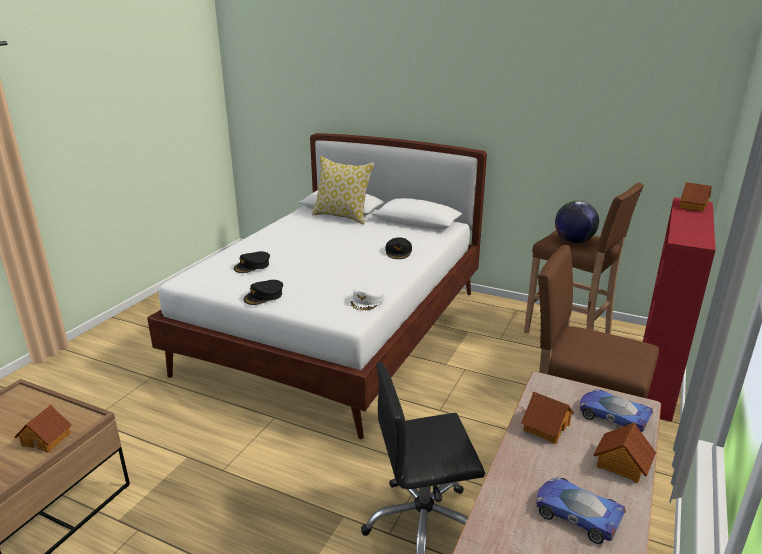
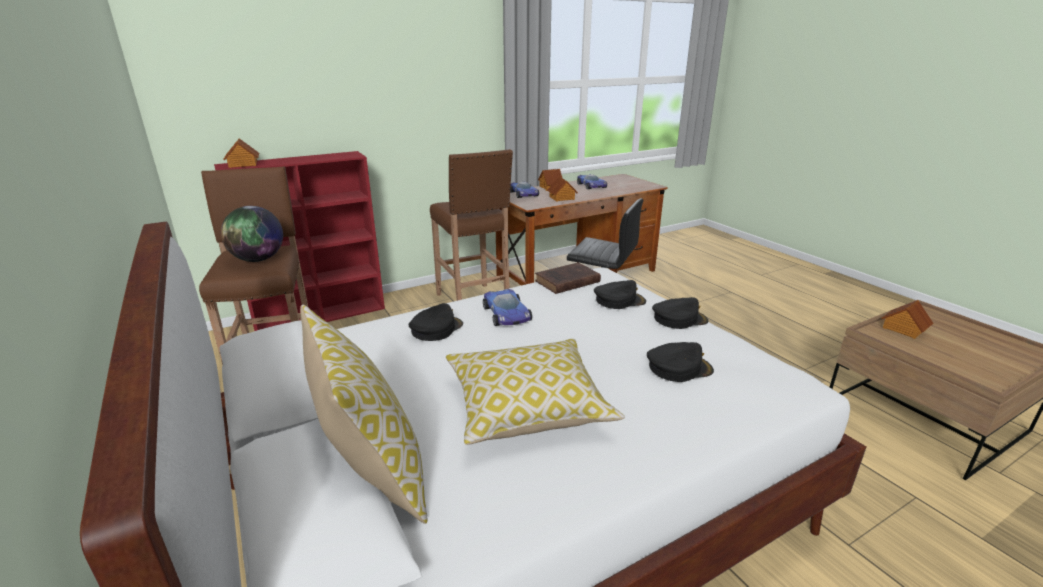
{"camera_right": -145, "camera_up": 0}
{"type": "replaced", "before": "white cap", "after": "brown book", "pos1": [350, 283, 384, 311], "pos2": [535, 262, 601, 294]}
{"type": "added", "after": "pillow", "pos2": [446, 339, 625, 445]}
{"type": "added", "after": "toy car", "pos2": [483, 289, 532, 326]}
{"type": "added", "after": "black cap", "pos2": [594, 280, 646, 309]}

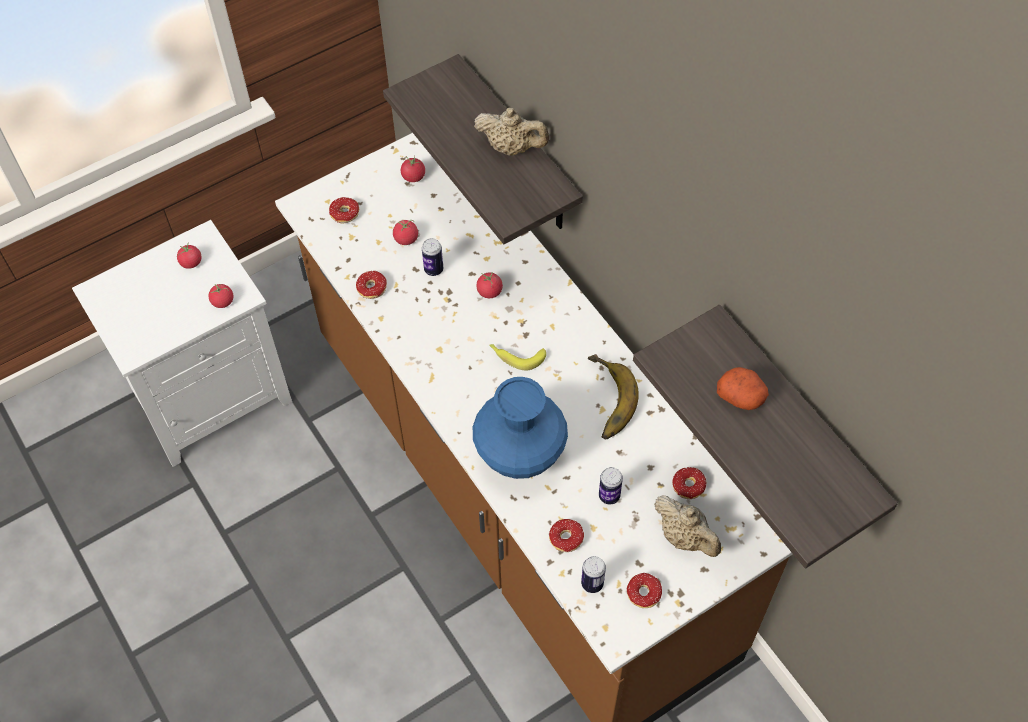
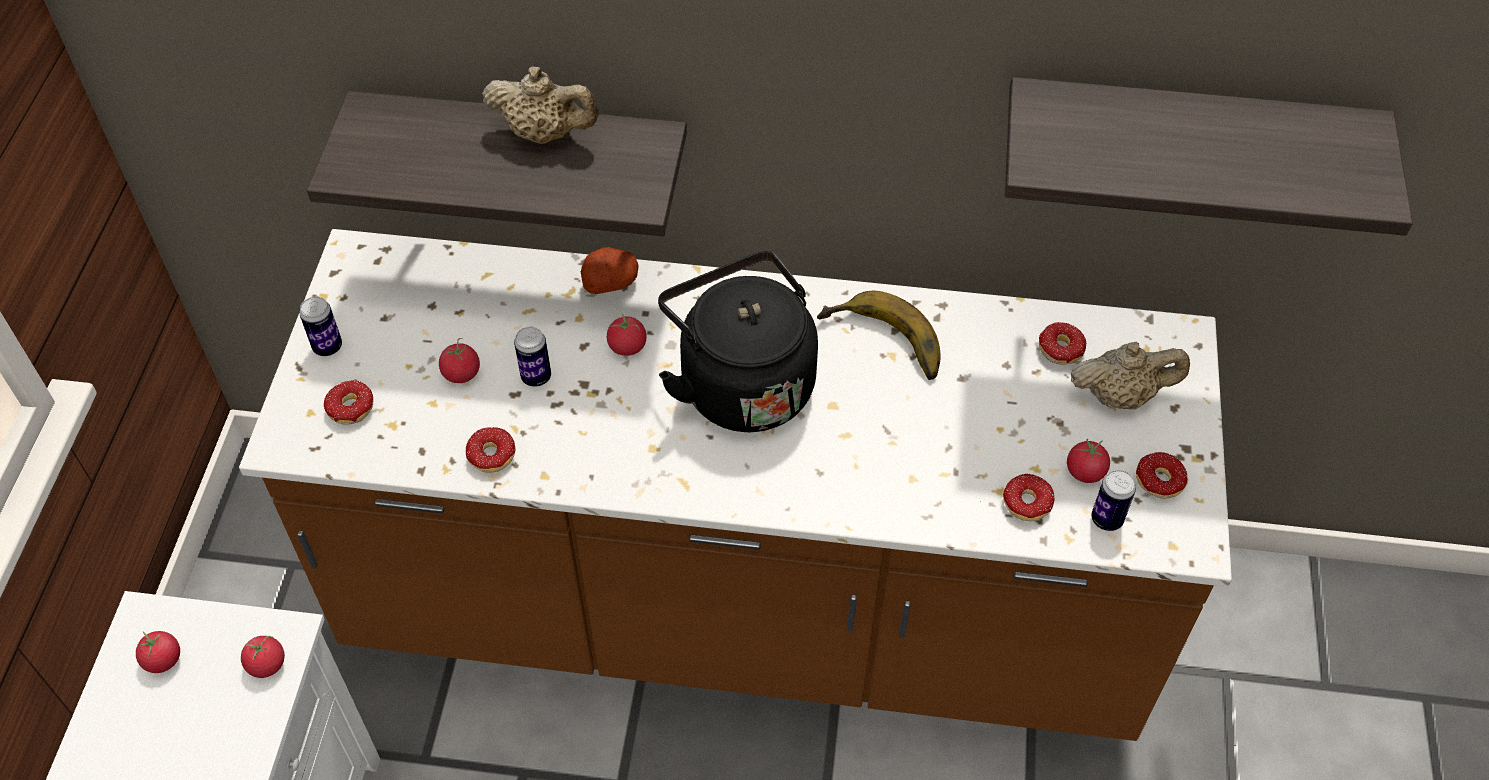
{"camera_right": -50, "camera_up": -5}
{"type": "moved", "before": "tomato", "pos1": [401, 156, 425, 182], "pos2": [1067, 439, 1110, 483]}
{"type": "removed", "before": "blue vase", "pos1": [473, 377, 568, 479]}
{"type": "turned", "before": "beige teapot", "pos1": [474, 108, 549, 156], "pos2": [482, 67, 599, 144], "turn": 45}
{"type": "replaced", "before": "banana", "after": "black kettle", "pos1": [489, 344, 546, 370], "pos2": [658, 251, 818, 432]}
{"type": "moved", "before": "can", "pos1": [599, 467, 623, 505], "pos2": [300, 297, 342, 356]}
{"type": "moved", "before": "potato", "pos1": [717, 367, 769, 410], "pos2": [581, 247, 639, 294]}

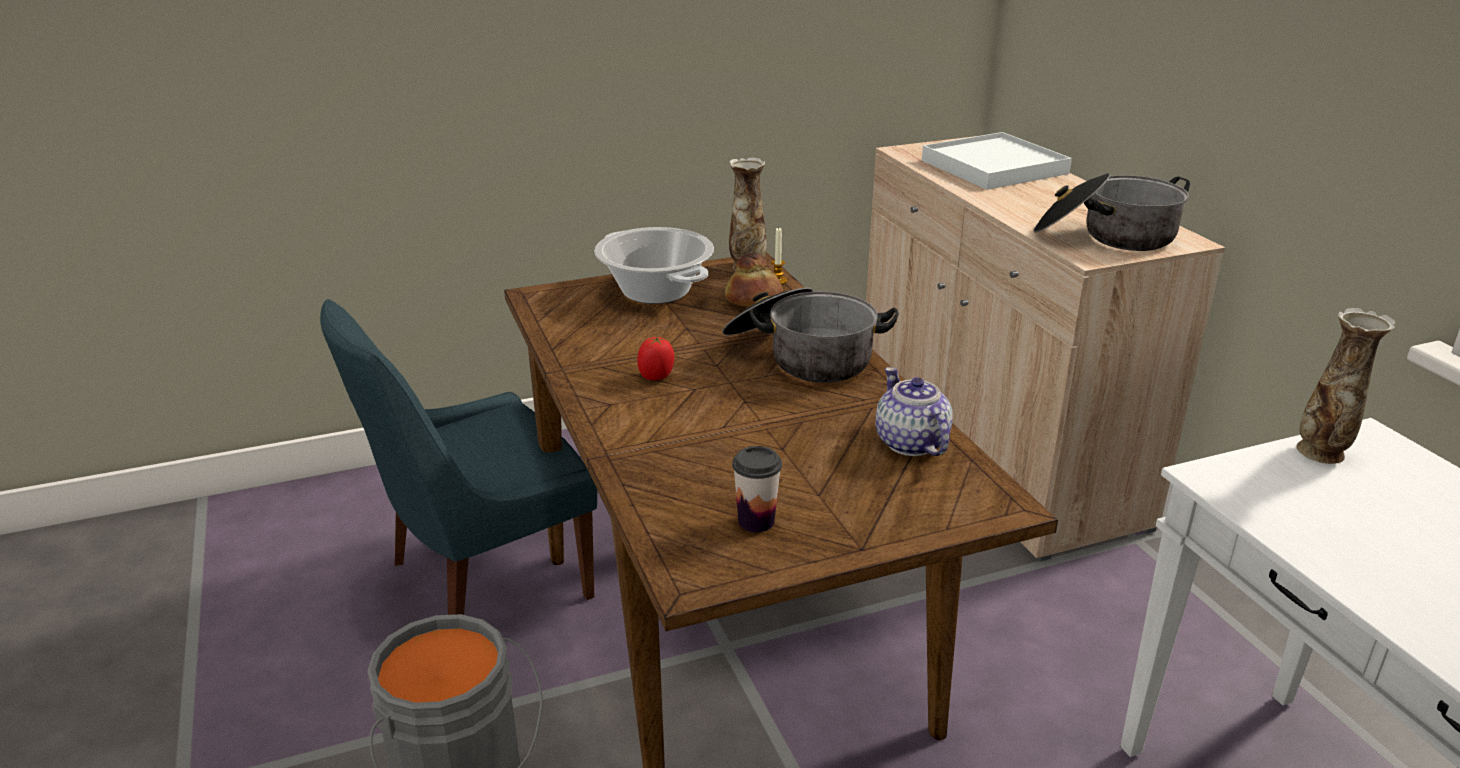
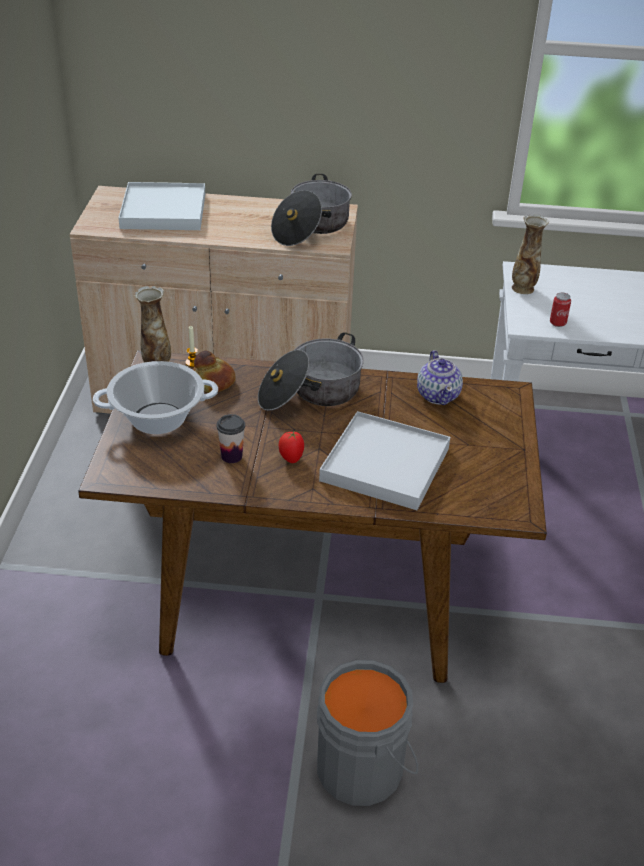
{"camera_right": -65, "camera_up": 10}
{"type": "removed", "before": "blue chair", "pos1": [320, 299, 597, 615]}
{"type": "moved", "before": "cup", "pos1": [732, 446, 782, 532], "pos2": [217, 414, 245, 463]}
{"type": "turned", "before": "teapot", "pos1": [875, 367, 953, 456], "pos2": [417, 350, 463, 405], "turn": -105}
{"type": "added", "after": "white tray", "pos2": [319, 411, 450, 510]}
{"type": "added", "after": "can", "pos2": [550, 293, 571, 327]}

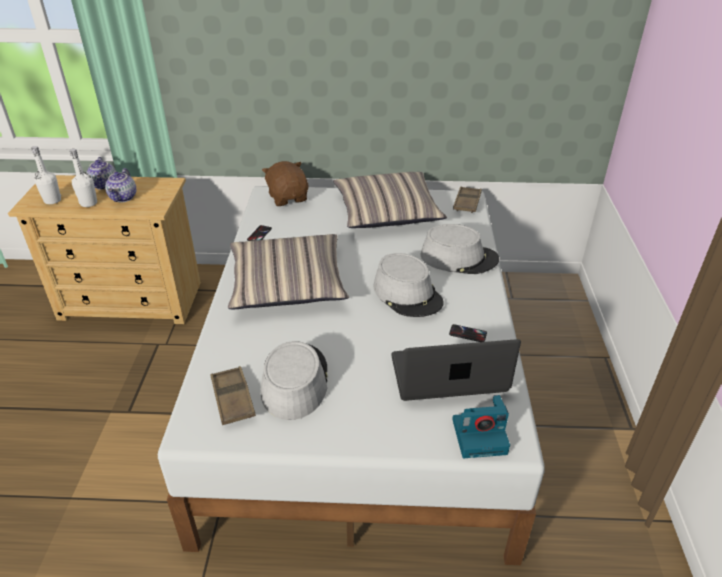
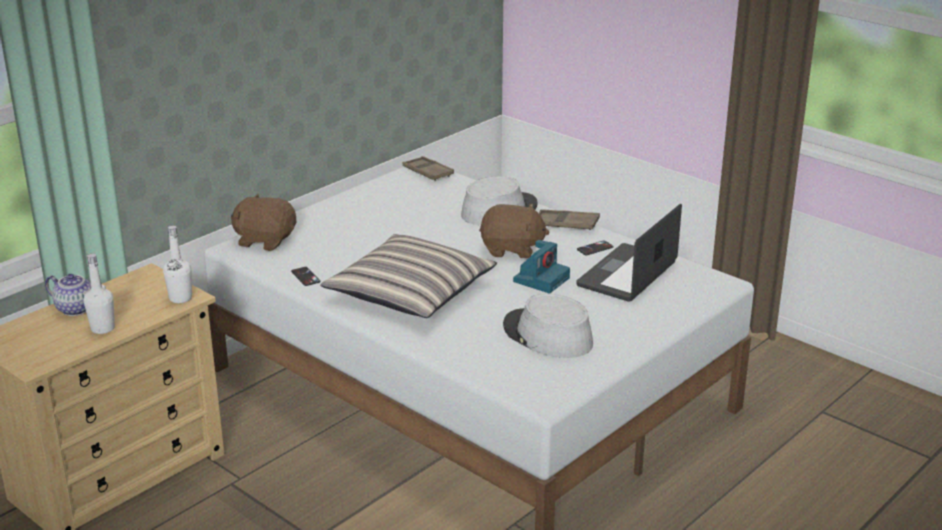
{"camera_right": -50, "camera_up": -10}
{"type": "moved", "before": "white bottle", "pos1": [31, 146, 61, 204], "pos2": [163, 226, 192, 303]}
{"type": "removed", "before": "teapot", "pos1": [105, 168, 136, 202]}
{"type": "moved", "before": "brown tray", "pos1": [210, 366, 256, 425], "pos2": [539, 209, 600, 230]}
{"type": "removed", "before": "pillow", "pos1": [333, 172, 447, 228]}
{"type": "replaced", "before": "grey hat", "after": "brown plush toy", "pos1": [374, 253, 444, 317], "pos2": [479, 204, 550, 258]}
{"type": "moved", "before": "photo camera", "pos1": [452, 395, 510, 458], "pos2": [513, 240, 570, 293]}

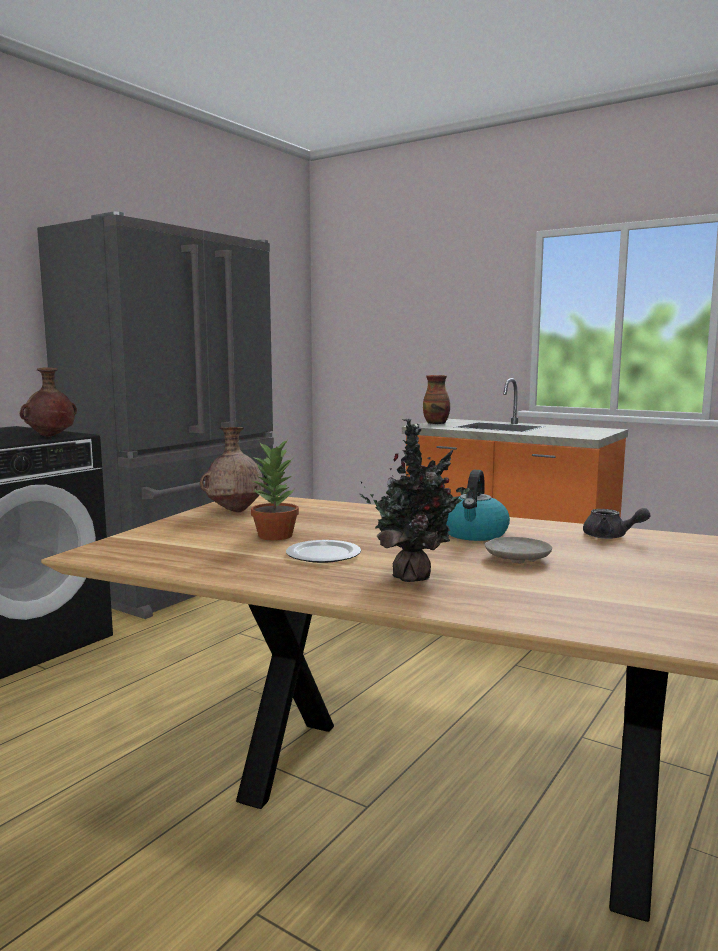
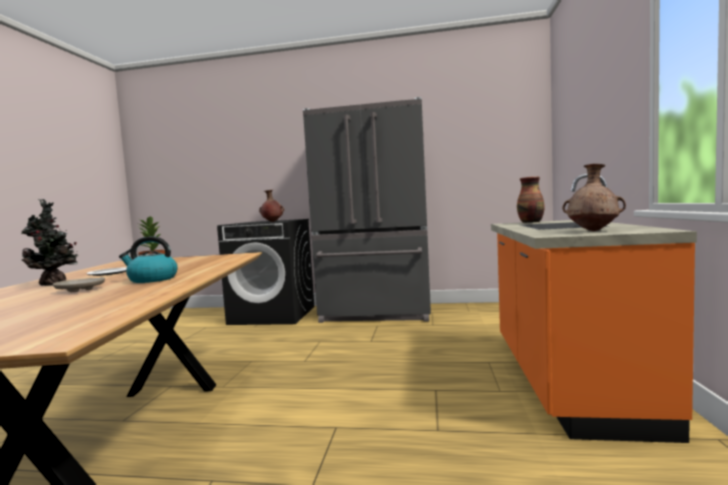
{"camera_right": 65, "camera_up": -5}
{"type": "moved", "before": "brown vase", "pos1": [200, 427, 268, 512], "pos2": [562, 164, 626, 231]}
{"type": "removed", "before": "grey teapot", "pos1": [583, 508, 650, 539]}

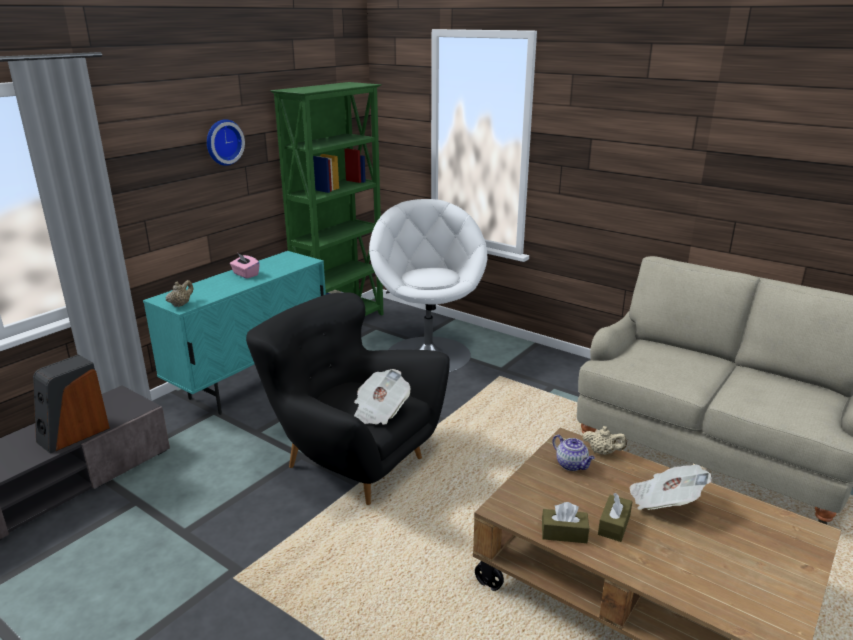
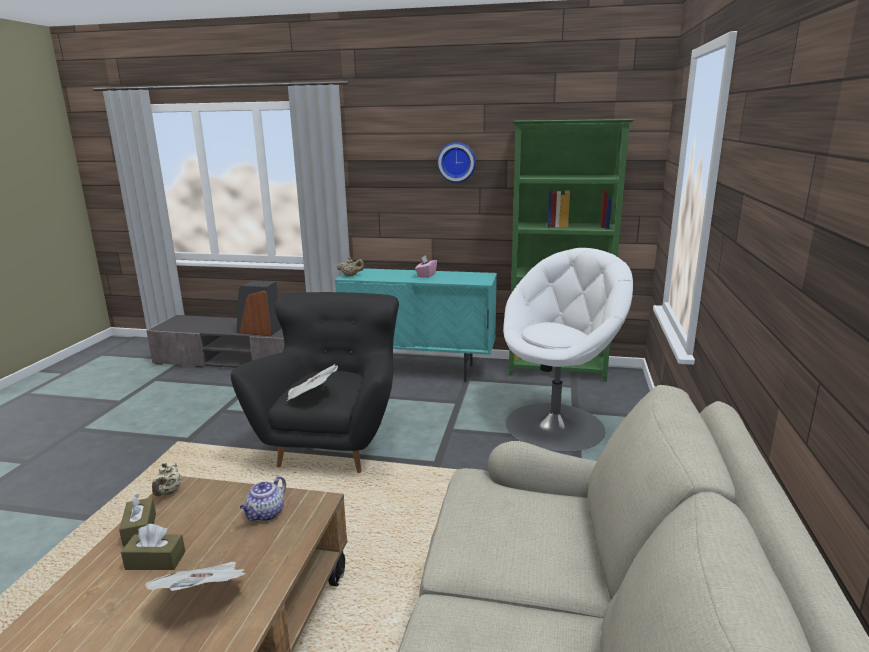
{"camera_right": 65, "camera_up": -5}
{"type": "moved", "before": "beige teapot", "pos1": [583, 426, 627, 455], "pos2": [152, 462, 181, 496]}

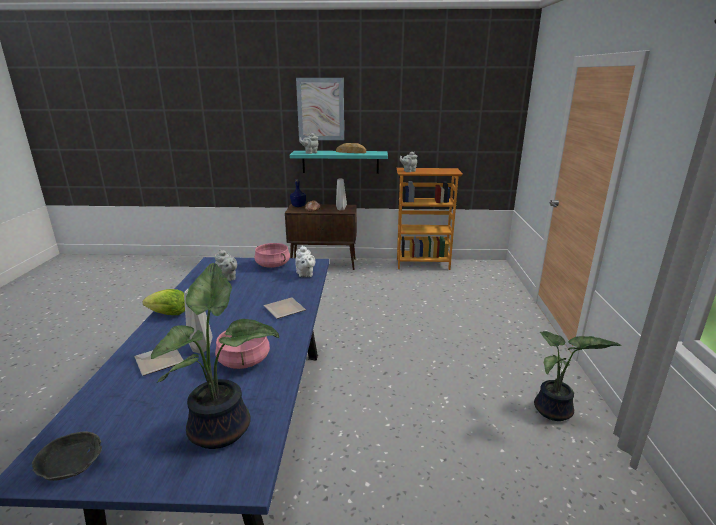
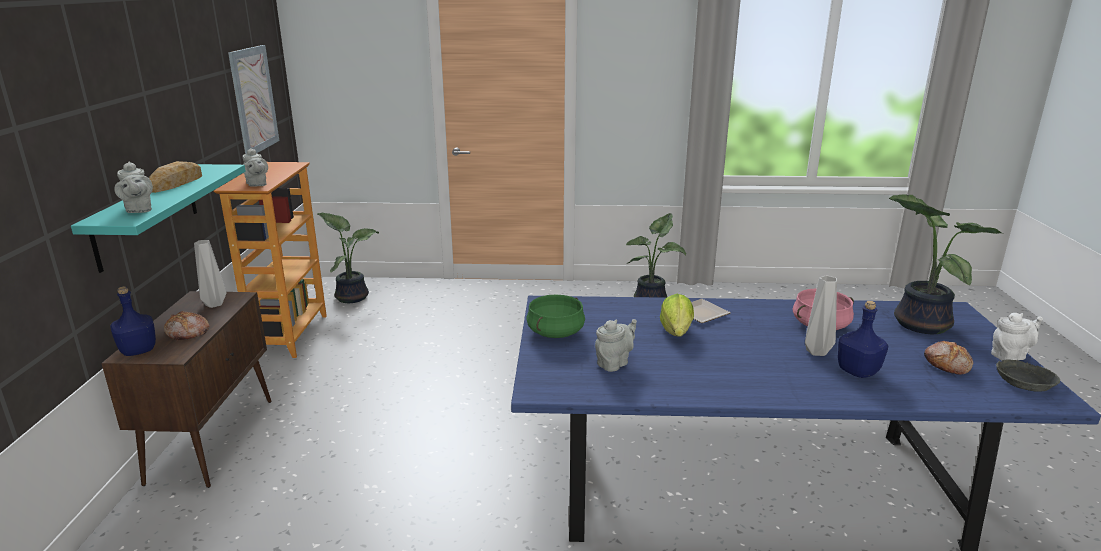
{"camera_right": -90, "camera_up": 0}
{"type": "replaced", "before": "plate", "after": "blue bottle", "pos1": [134, 350, 184, 376], "pos2": [838, 301, 888, 378]}
{"type": "moved", "before": "lettuce", "pos1": [142, 289, 185, 315], "pos2": [660, 294, 694, 336]}
{"type": "recoloured", "before": "pink cooking pot", "after": "green cooking pot", "pos1": [254, 243, 290, 268], "pos2": [526, 295, 585, 338]}
{"type": "moved", "before": "white teapot", "pos1": [295, 245, 315, 277], "pos2": [991, 313, 1043, 360]}
{"type": "moved", "before": "picture", "pos1": [296, 78, 344, 140], "pos2": [228, 45, 279, 154]}
{"type": "added", "after": "potted plant", "pos2": [317, 213, 379, 303]}
{"type": "added", "after": "bread", "pos2": [924, 341, 973, 375]}

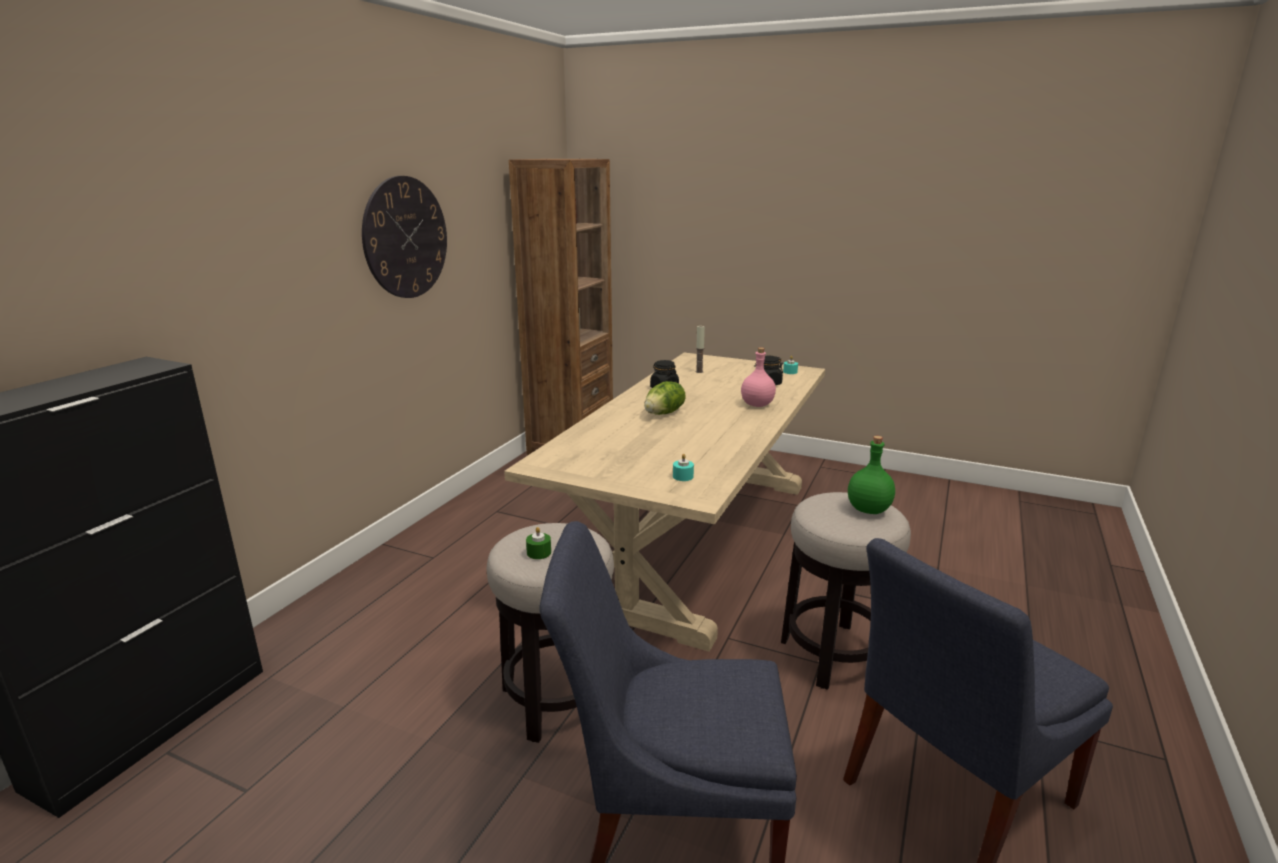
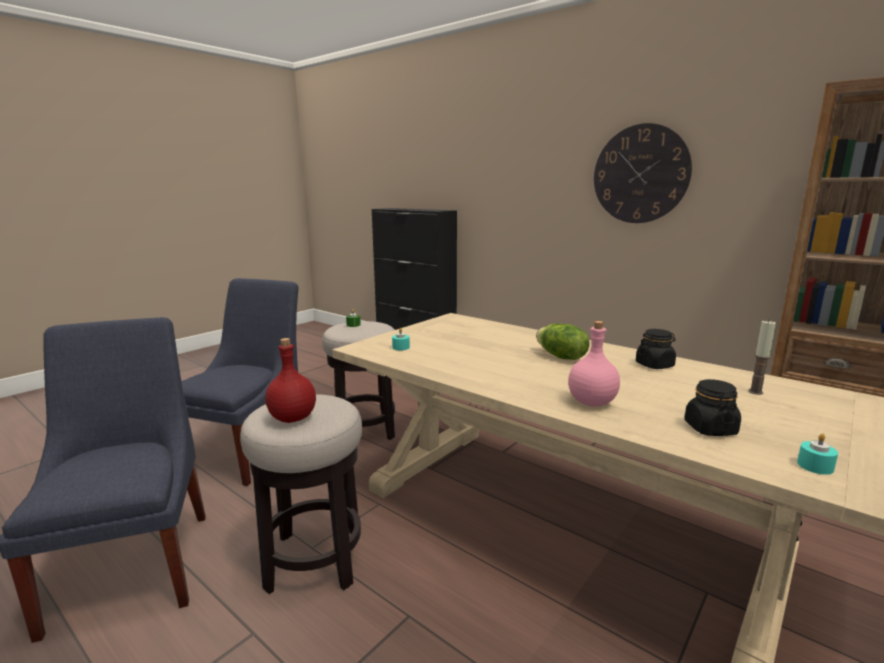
{"camera_right": 105, "camera_up": -5}
{"type": "recoloured", "before": "green bottle", "after": "red bottle", "pos1": [848, 436, 895, 514], "pos2": [265, 338, 316, 423]}

